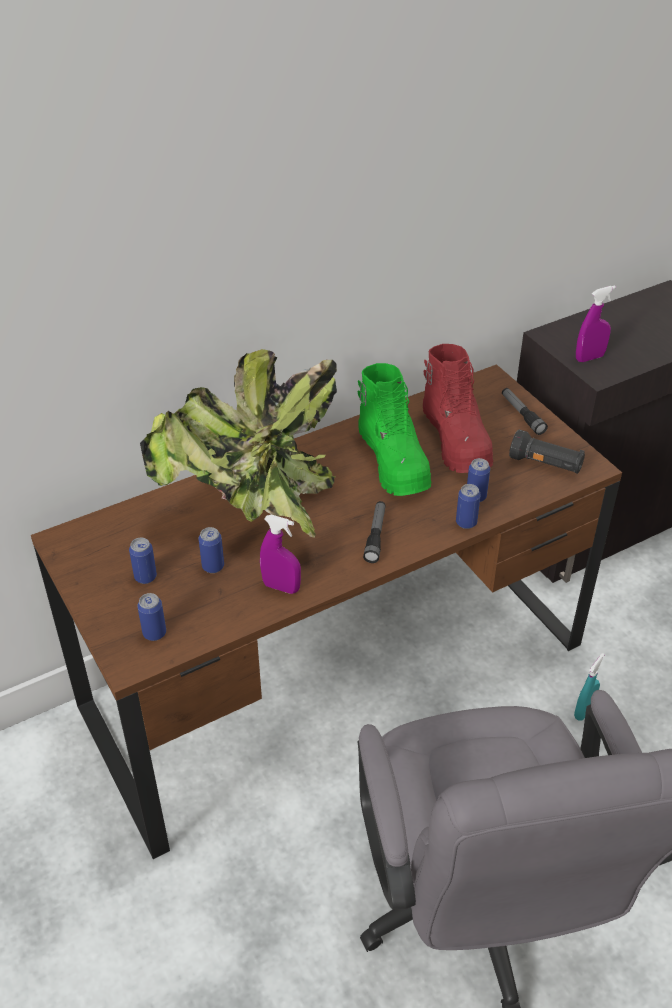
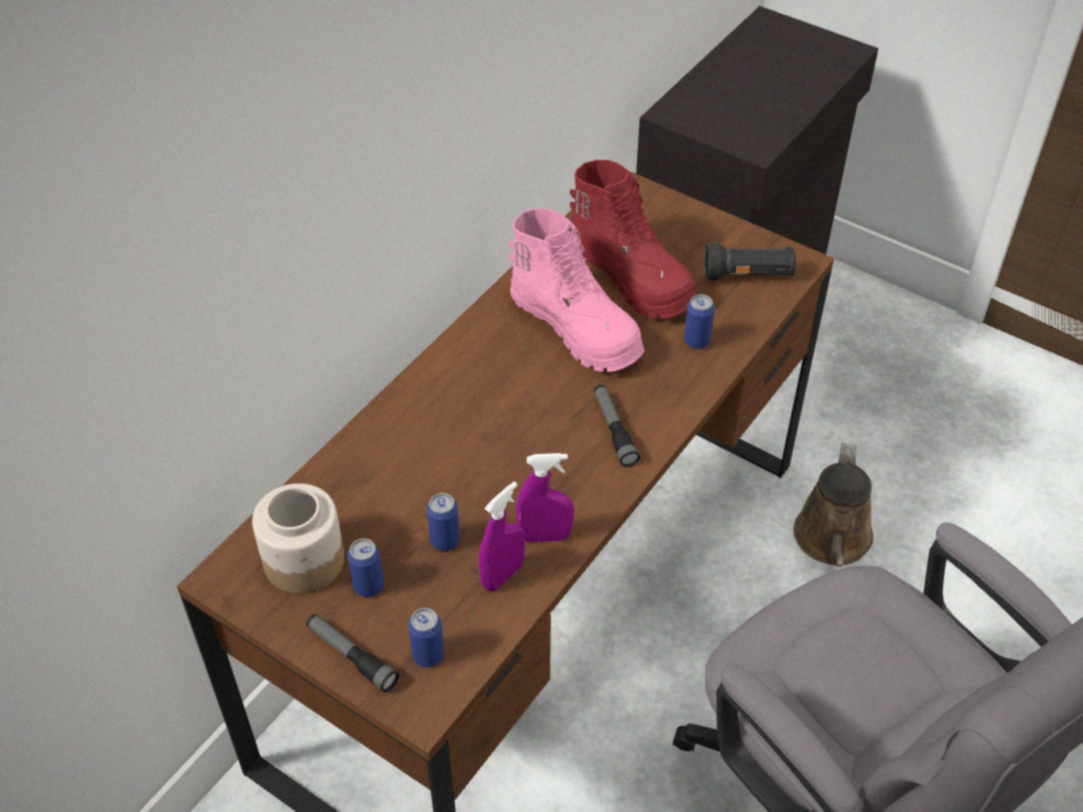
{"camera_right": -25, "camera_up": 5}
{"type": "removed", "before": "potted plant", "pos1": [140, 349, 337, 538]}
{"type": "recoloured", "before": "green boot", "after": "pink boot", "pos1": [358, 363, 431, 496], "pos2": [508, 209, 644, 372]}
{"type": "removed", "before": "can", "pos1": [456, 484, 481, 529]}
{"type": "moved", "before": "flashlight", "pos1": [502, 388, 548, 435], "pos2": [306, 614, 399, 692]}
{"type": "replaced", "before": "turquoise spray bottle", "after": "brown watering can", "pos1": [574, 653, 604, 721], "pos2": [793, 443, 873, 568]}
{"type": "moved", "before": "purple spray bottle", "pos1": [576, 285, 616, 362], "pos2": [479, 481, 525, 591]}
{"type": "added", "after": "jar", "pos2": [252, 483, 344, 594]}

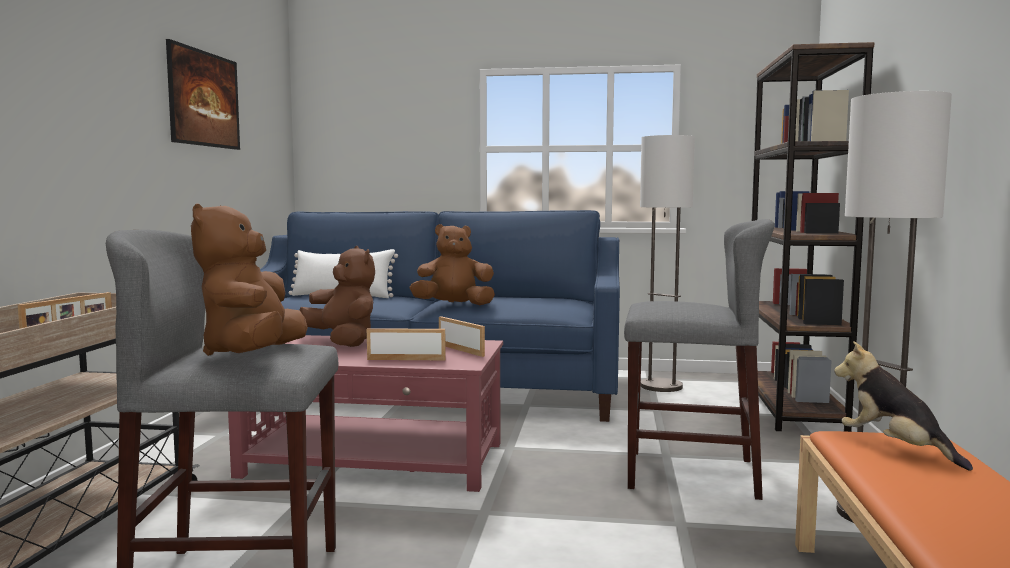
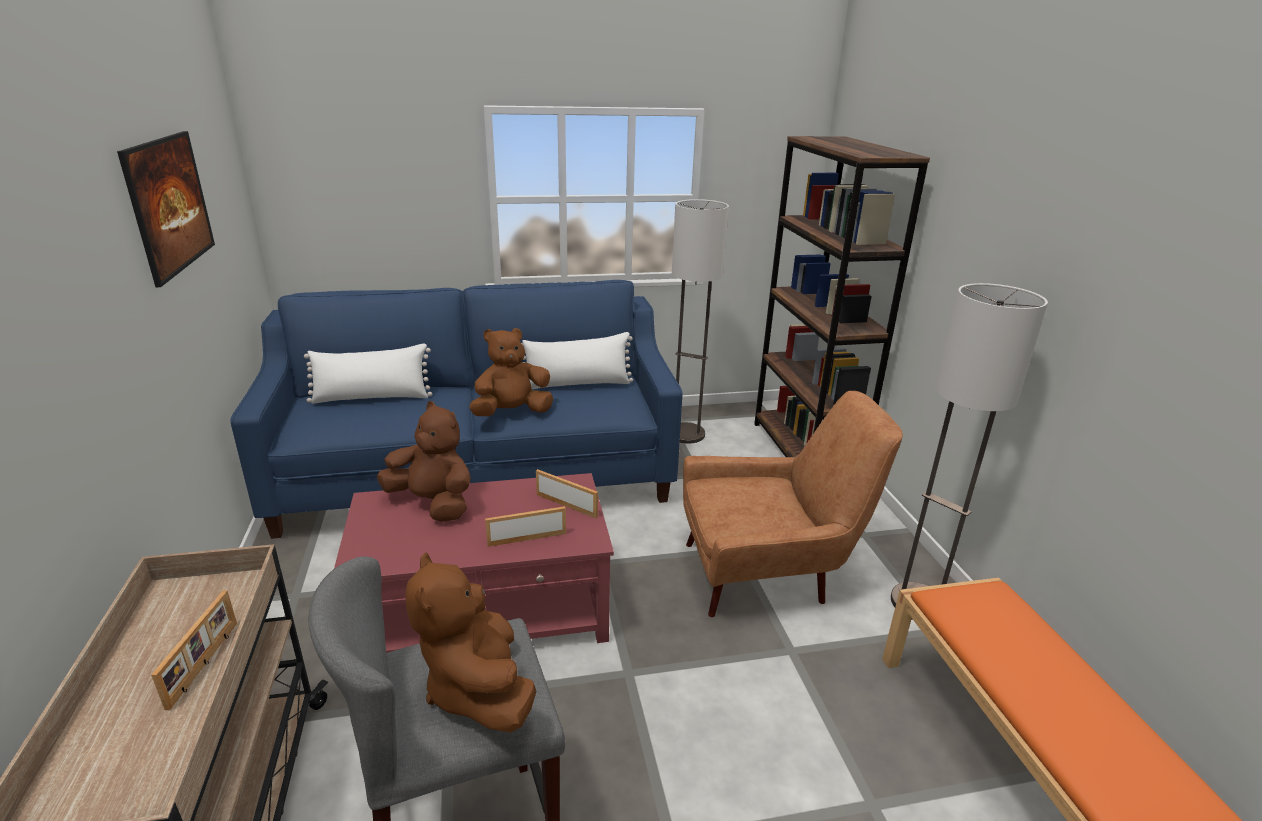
{"camera_right": -20, "camera_up": 20}
{"type": "replaced", "before": "grey stool", "after": "brown armchair", "pos1": [624, 219, 774, 500], "pos2": [683, 391, 903, 617]}
{"type": "removed", "before": "plush toy", "pos1": [834, 342, 973, 470]}
{"type": "added", "after": "white pillow", "pos2": [521, 332, 633, 389]}

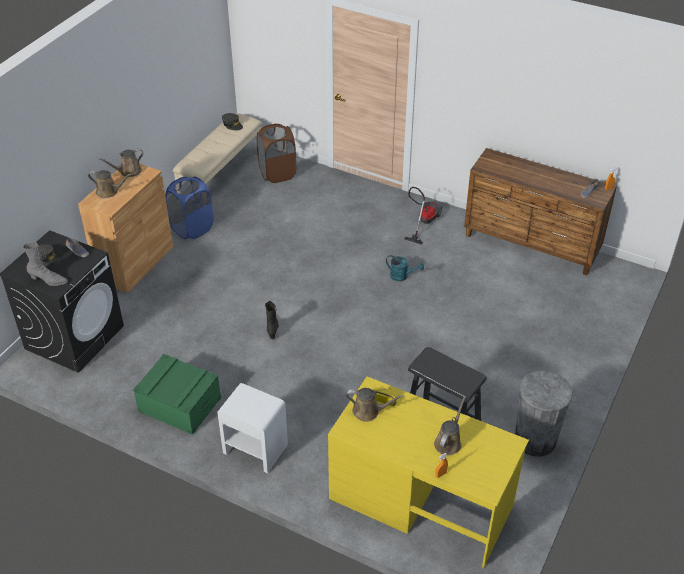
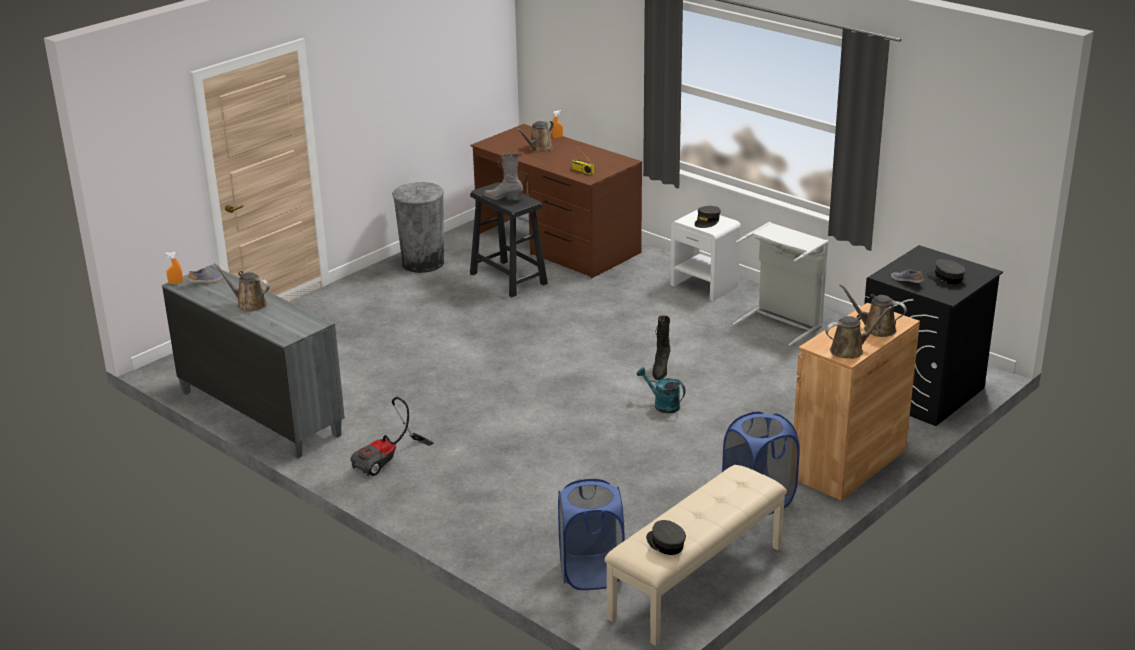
{"camera_right": -165, "camera_up": -15}
{"type": "moved", "before": "grey boot", "pos1": [23, 242, 68, 286], "pos2": [484, 153, 523, 200]}
{"type": "replaced", "before": "green storage box", "after": "grey laundry basket", "pos1": [133, 354, 221, 435], "pos2": [733, 222, 828, 346]}
{"type": "recoloured", "before": "brown laundry basket", "after": "blue laundry basket", "pos1": [257, 123, 296, 183], "pos2": [558, 478, 624, 590]}
{"type": "recoloured", "before": "yellow desk", "after": "brown desk", "pos1": [328, 376, 529, 568], "pos2": [470, 124, 642, 278]}
{"type": "moved", "before": "brown watering can", "pos1": [346, 388, 404, 422], "pos2": [213, 263, 270, 312]}
{"type": "moved", "before": "turquoise watering can", "pos1": [386, 255, 424, 281], "pos2": [637, 367, 685, 413]}
{"type": "recoloured", "before": "brown dresser", "after": "grey dresser", "pos1": [464, 148, 617, 275], "pos2": [162, 265, 345, 459]}
{"type": "added", "after": "grey cap", "pos2": [695, 206, 721, 228]}

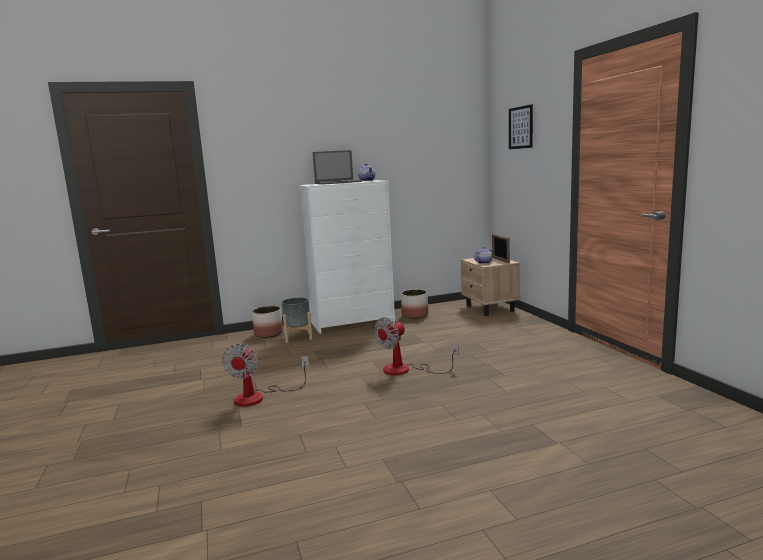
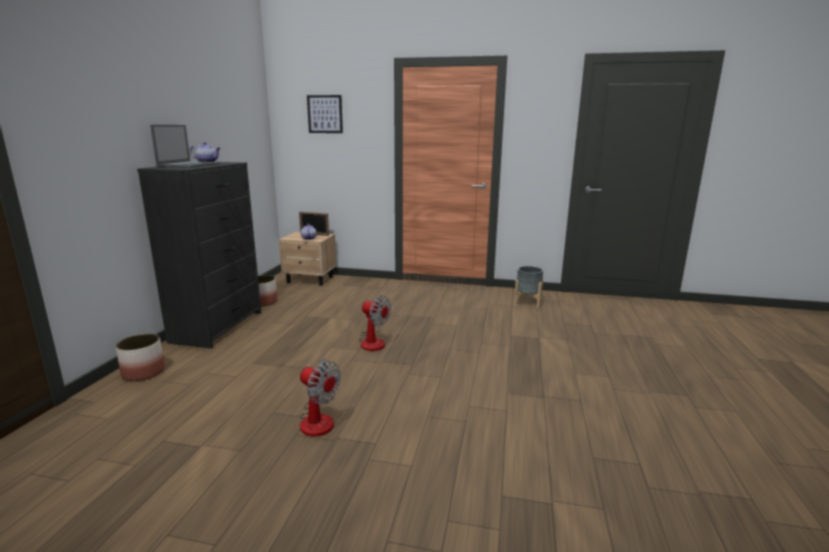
{"camera_right": -60, "camera_up": 5}
{"type": "moved", "before": "grey planter", "pos1": [282, 298, 313, 343], "pos2": [514, 266, 543, 309]}
{"type": "recoloured", "before": "white dresser", "after": "black dresser", "pos1": [299, 180, 395, 334], "pos2": [137, 162, 261, 349]}
{"type": "turned", "before": "fan", "pos1": [374, 317, 459, 375], "pos2": [359, 295, 391, 351], "turn": -45}

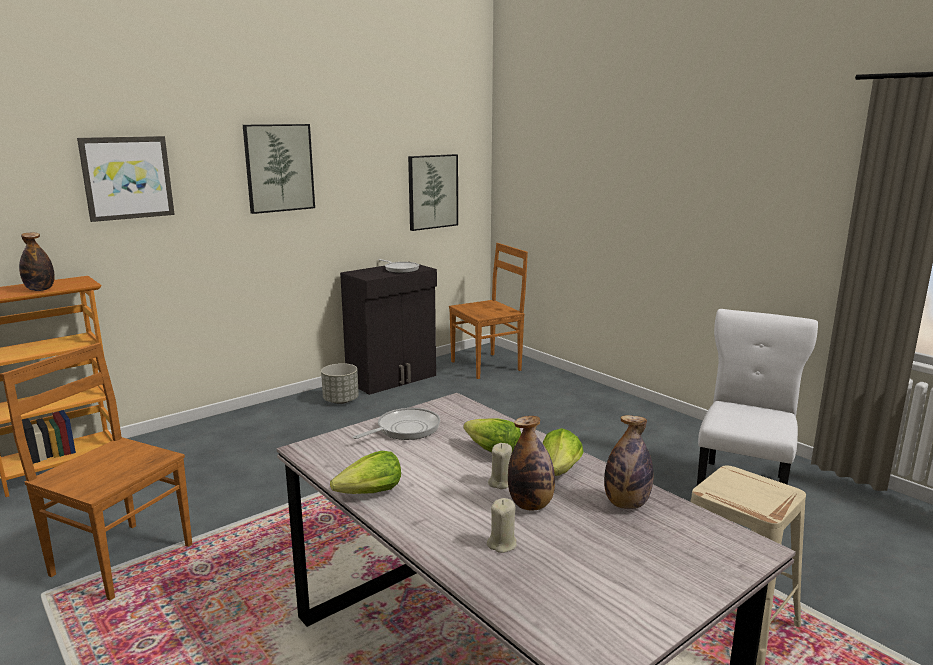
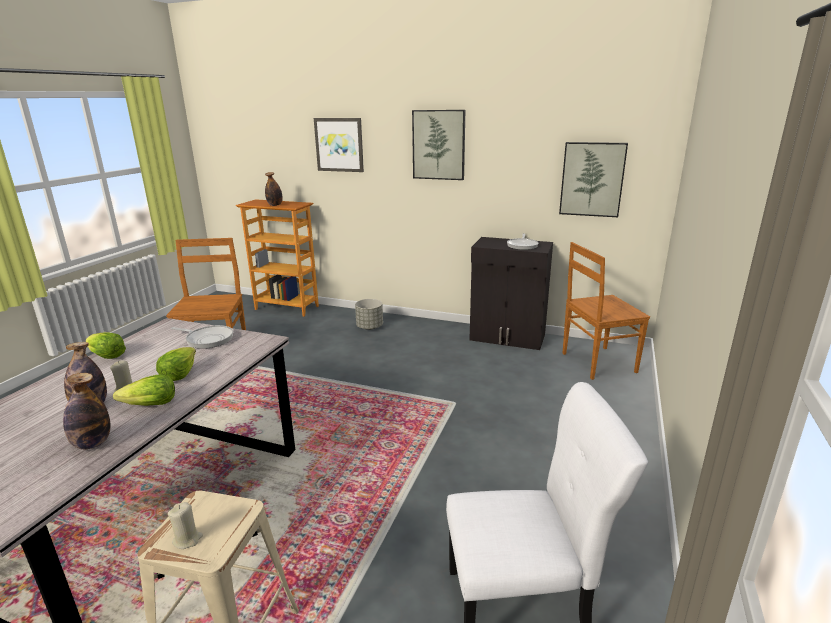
{"camera_right": 60, "camera_up": 5}
{"type": "moved", "before": "grey planter", "pos1": [321, 363, 359, 404], "pos2": [355, 299, 383, 330]}
{"type": "turned", "before": "brown chair", "pos1": [449, 243, 528, 379], "pos2": [562, 242, 650, 380], "turn": 135}
{"type": "moved", "before": "beige candle", "pos1": [487, 498, 517, 553], "pos2": [168, 502, 203, 549]}

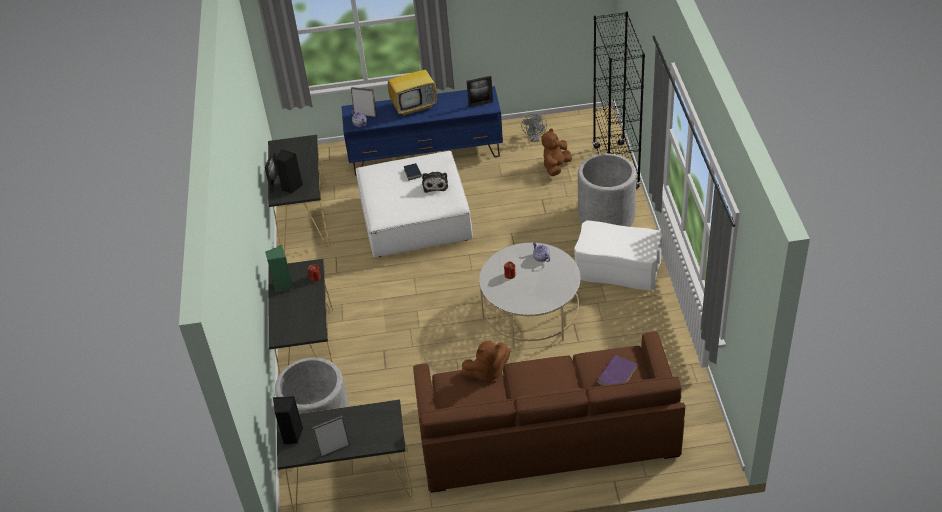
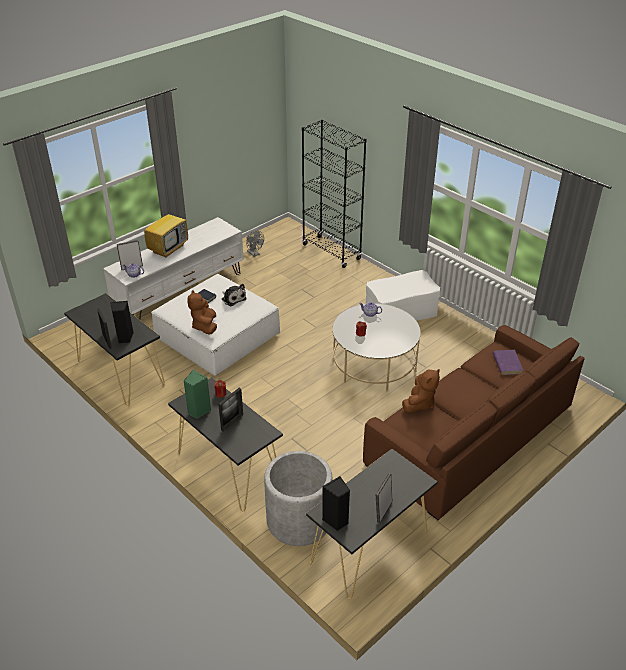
{"camera_right": -40, "camera_up": -5}
{"type": "recoloured", "before": "blue tv stand", "after": "white tv stand", "pos1": [342, 86, 503, 176], "pos2": [103, 217, 244, 320]}
{"type": "moved", "before": "picture frame", "pos1": [467, 76, 493, 108], "pos2": [218, 388, 243, 432]}
{"type": "moved", "before": "brown plush toy", "pos1": [541, 128, 572, 176], "pos2": [187, 290, 217, 335]}
{"type": "removed", "before": "grey planter", "pos1": [578, 153, 637, 227]}

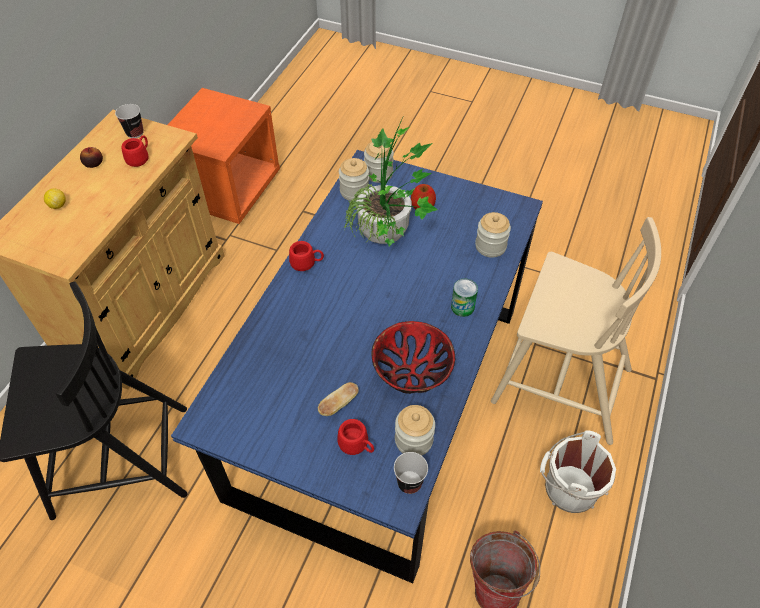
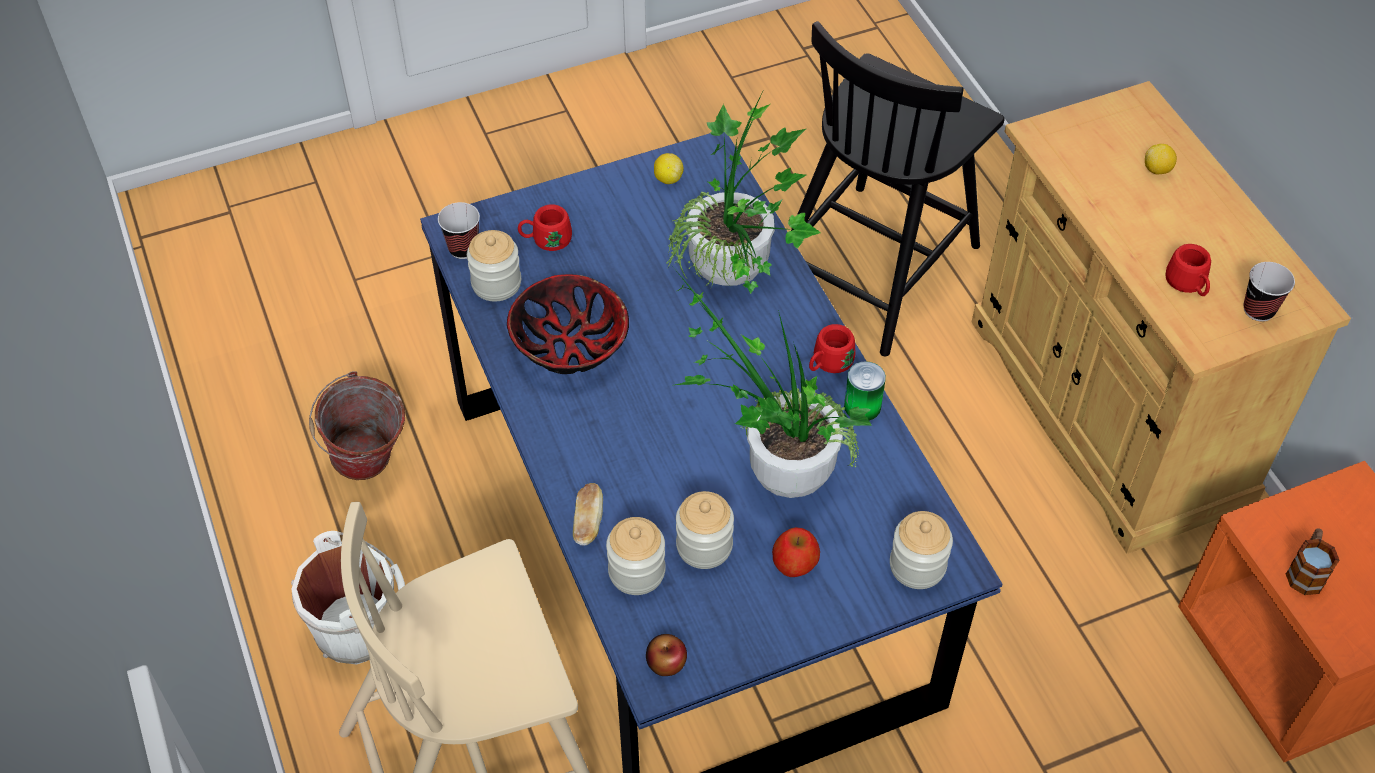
{"camera_right": 135, "camera_up": 0}
{"type": "moved", "before": "apple", "pos1": [80, 147, 103, 168], "pos2": [646, 634, 687, 676]}
{"type": "moved", "before": "bread", "pos1": [318, 382, 359, 416], "pos2": [573, 483, 603, 546]}
{"type": "moved", "before": "jar", "pos1": [339, 158, 369, 201], "pos2": [676, 491, 734, 569]}
{"type": "moved", "before": "can", "pos1": [451, 279, 478, 317], "pos2": [844, 361, 886, 421]}
{"type": "added", "after": "lemon", "pos2": [654, 153, 684, 184]}
{"type": "added", "after": "potted plant", "pos2": [666, 94, 821, 294]}
{"type": "added", "after": "mug", "pos2": [1286, 528, 1340, 595]}

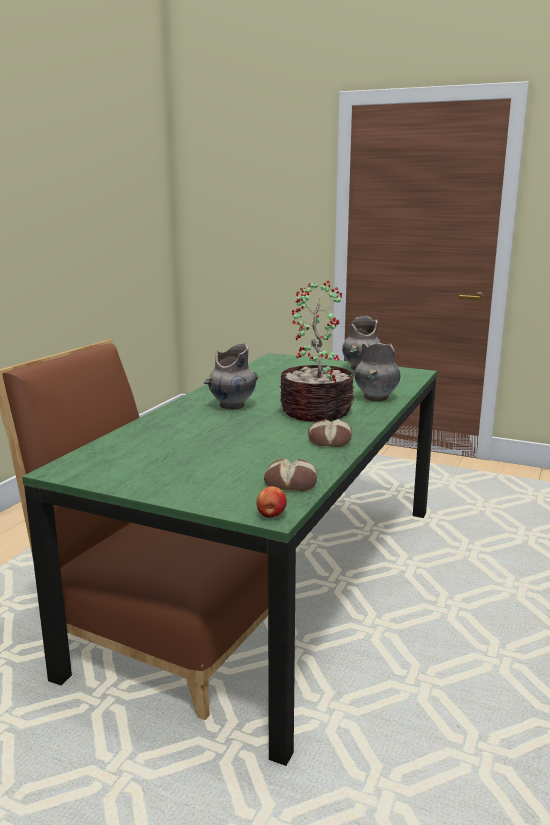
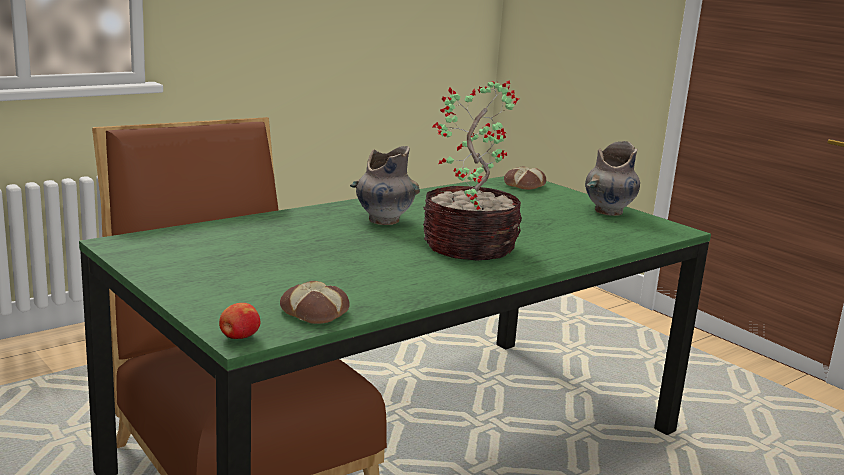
{"camera_right": 25, "camera_up": 0}
{"type": "moved", "before": "bread", "pos1": [308, 419, 352, 447], "pos2": [504, 167, 546, 190]}
{"type": "removed", "before": "grey vase", "pos1": [354, 343, 400, 401]}

